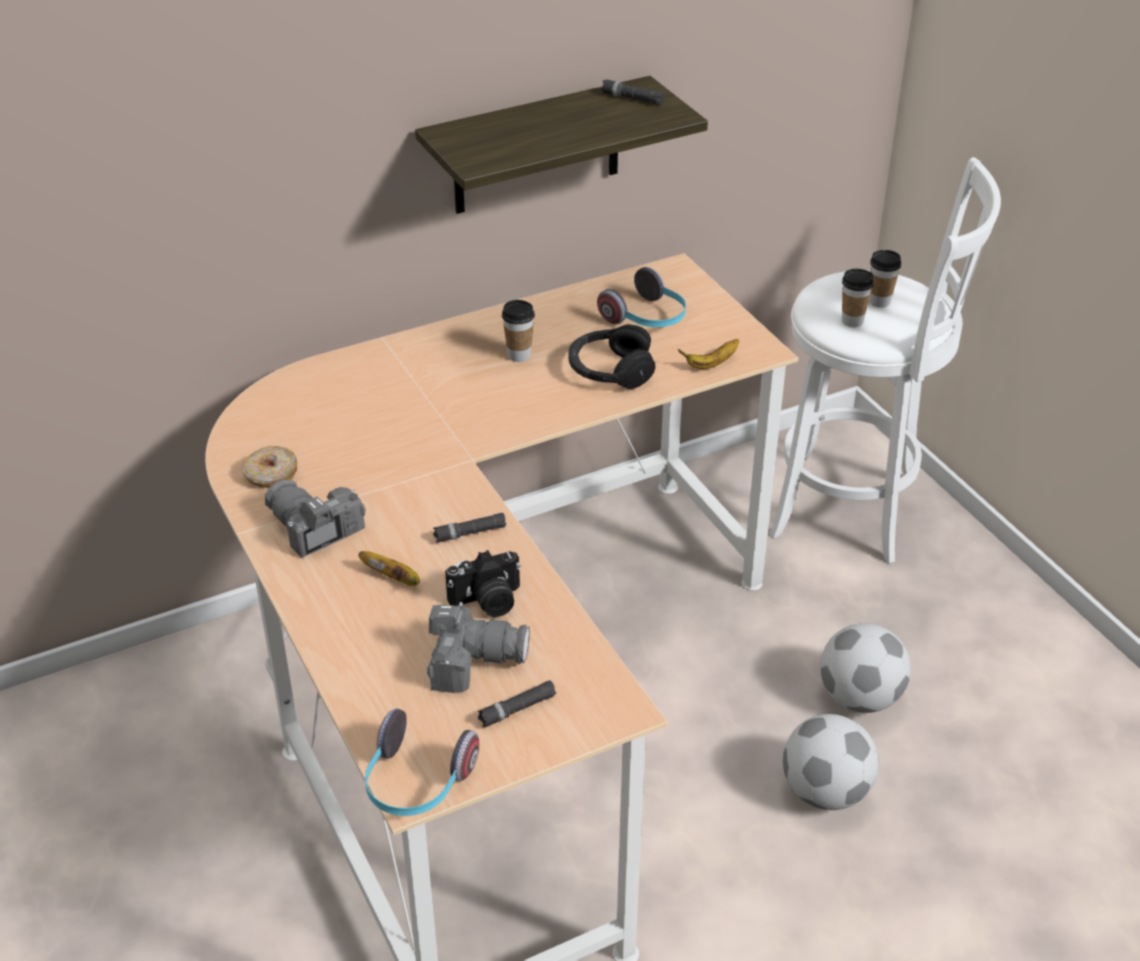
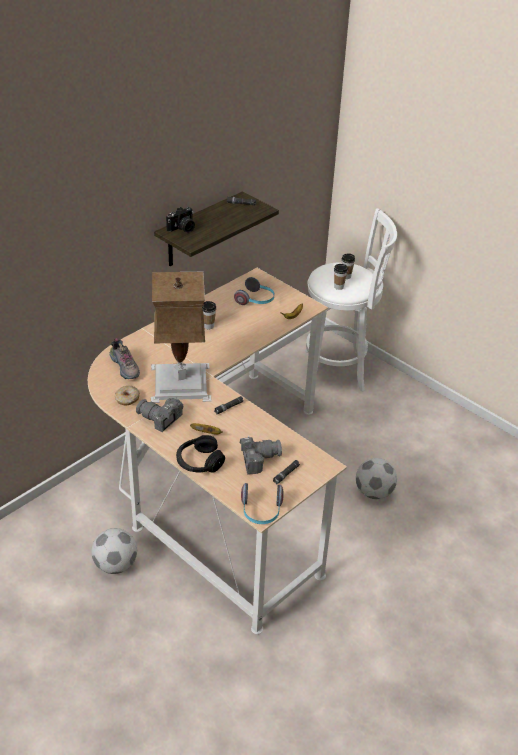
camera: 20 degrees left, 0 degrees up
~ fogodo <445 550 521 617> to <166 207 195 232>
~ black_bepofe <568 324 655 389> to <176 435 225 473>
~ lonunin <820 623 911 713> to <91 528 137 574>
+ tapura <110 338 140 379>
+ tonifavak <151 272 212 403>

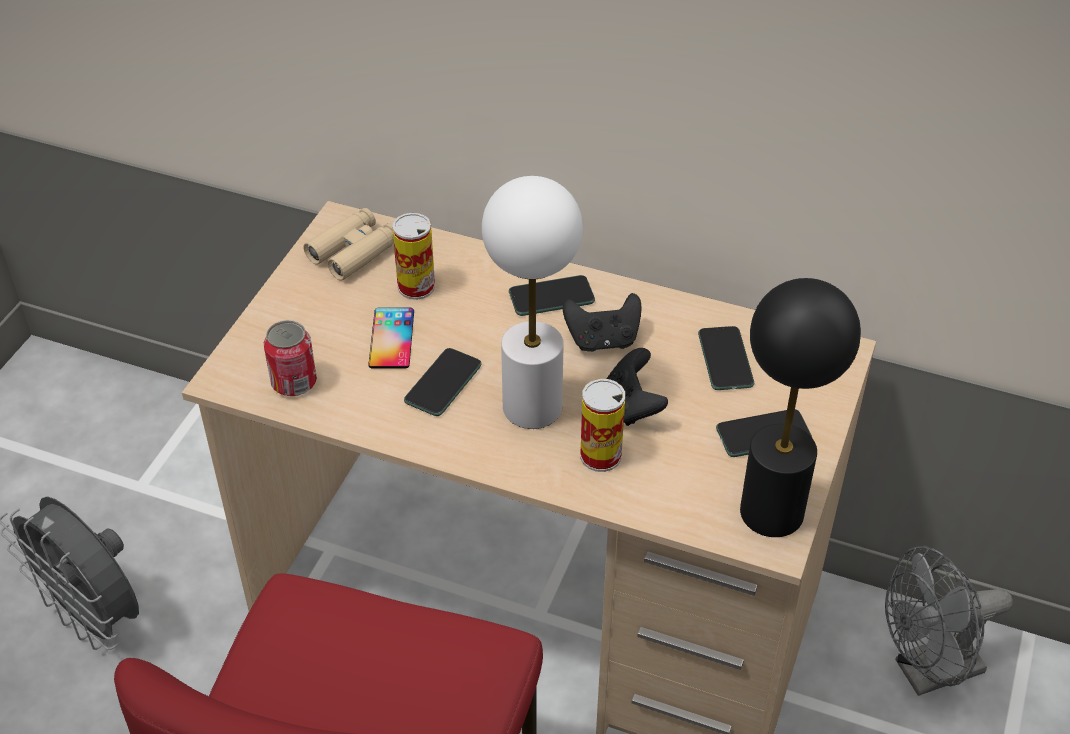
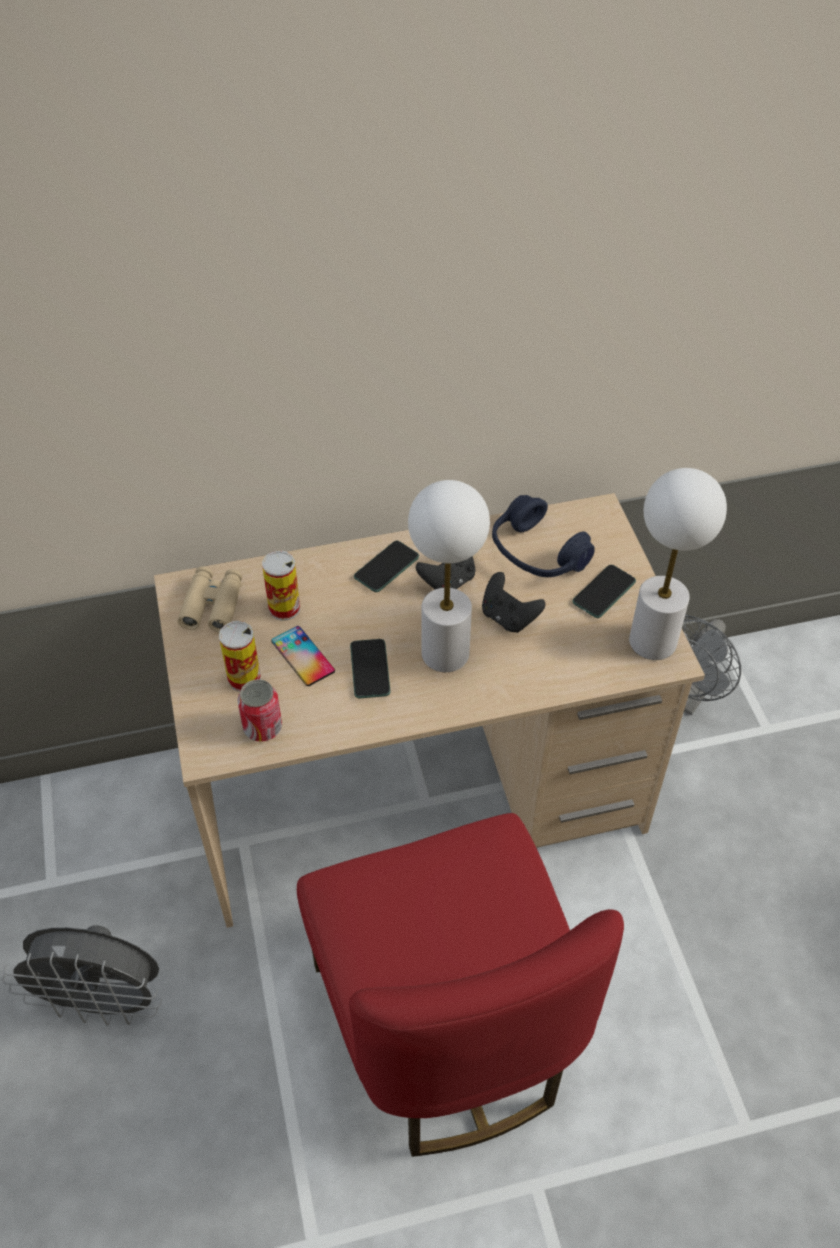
camera: 35 degrees left, 5 degrees up
~ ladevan <580 379 625 472> to <219 621 261 692>
~ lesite <698 326 754 390> to blue_bepofe <492 495 595 577>
~ black_tonifavak <740 278 861 537> to white_tonifavak <629 468 727 660>

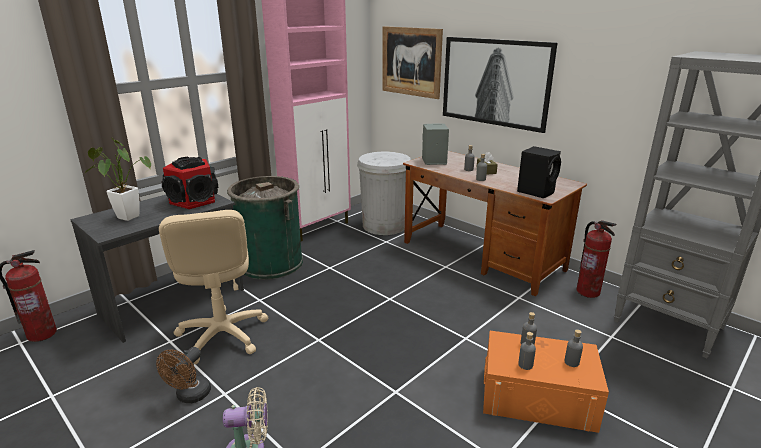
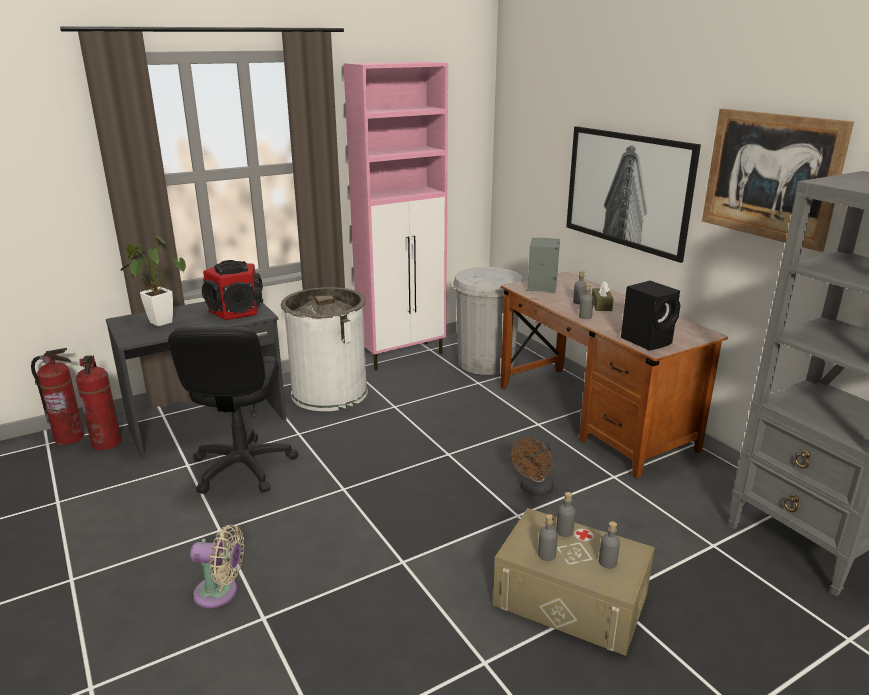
camera: 15 degrees right, 0 degrees up
~ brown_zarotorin <156 347 211 403> to <511 438 554 497>
~ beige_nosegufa <159 210 268 365> to black_nosegufa <168 327 298 494>
~ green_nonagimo <227 176 303 280> to white_nonagimo <281 287 368 411>
~ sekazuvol <382 26 443 99> to <702 109 854 252>
~ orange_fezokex <483 331 609 433> to beige_fezokex <493 508 655 656>
~ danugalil <577 220 616 298> to <76 355 121 451>

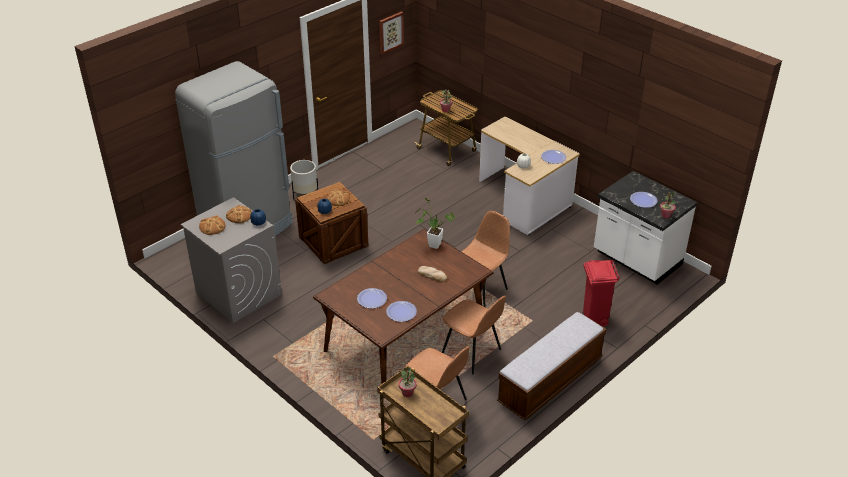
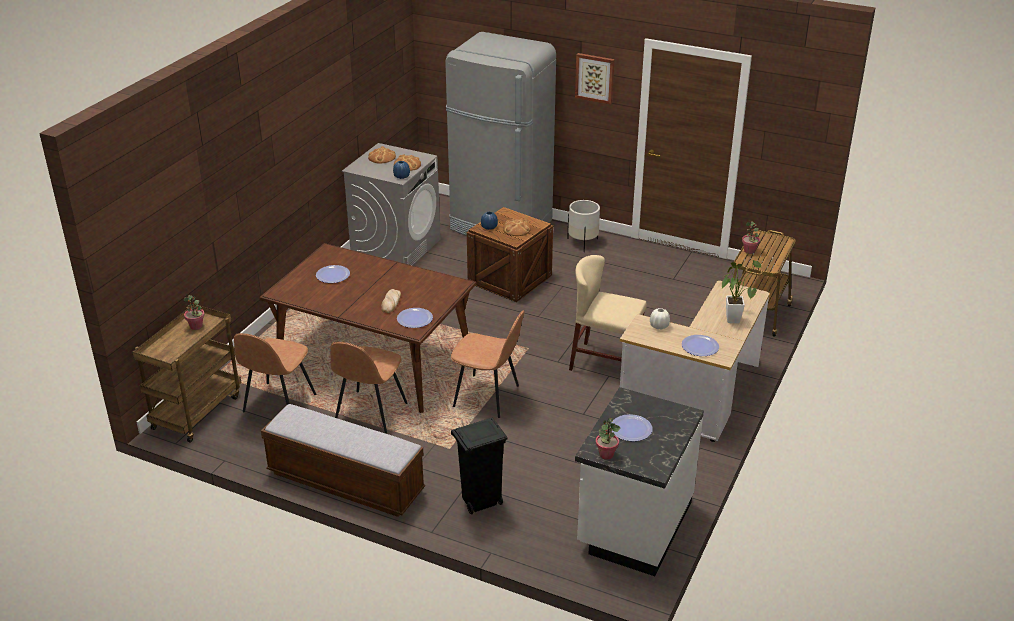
camera: 70 degrees right, 5 degrees down
~ sekazuvol <379 12 404 54> to <575 53 615 105>
~ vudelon <386 301 417 322> to <397 308 433 328>
~ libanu <415 197 456 249> to <721 260 761 323>
~ red_nonagimo <583 260 620 326> to black_nonagimo <451 418 508 515>
+ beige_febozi <569 255 647 371>

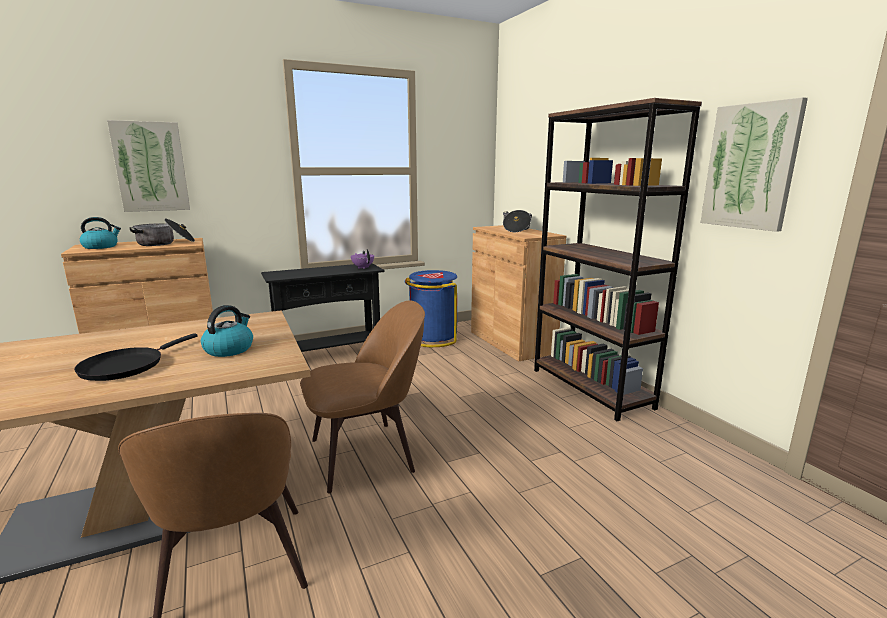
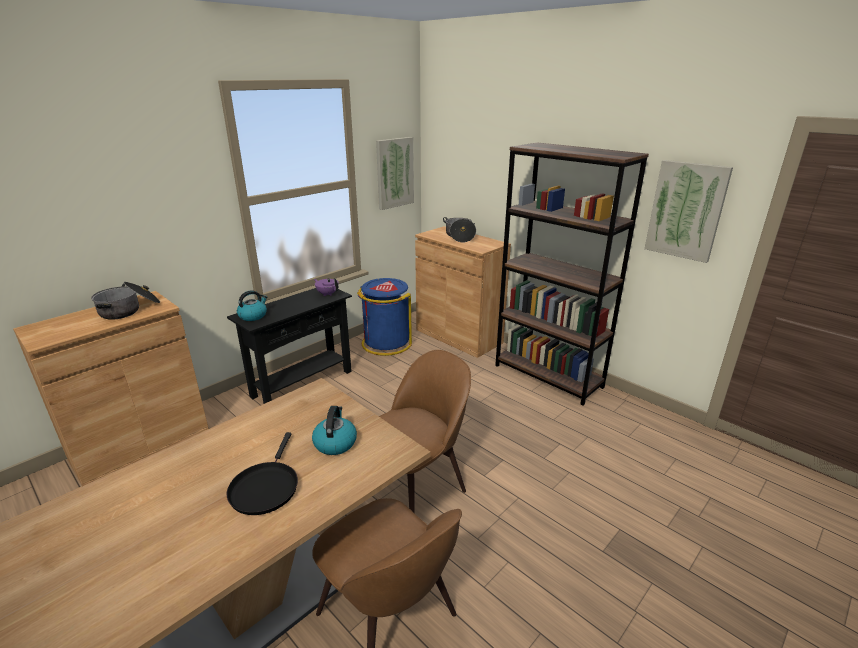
camera: 20 degrees left, 10 degrees up
~ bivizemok <80 217 121 249> to <237 290 267 321>
~ sekazuvol <107 120 190 212> to <376 137 414 210>

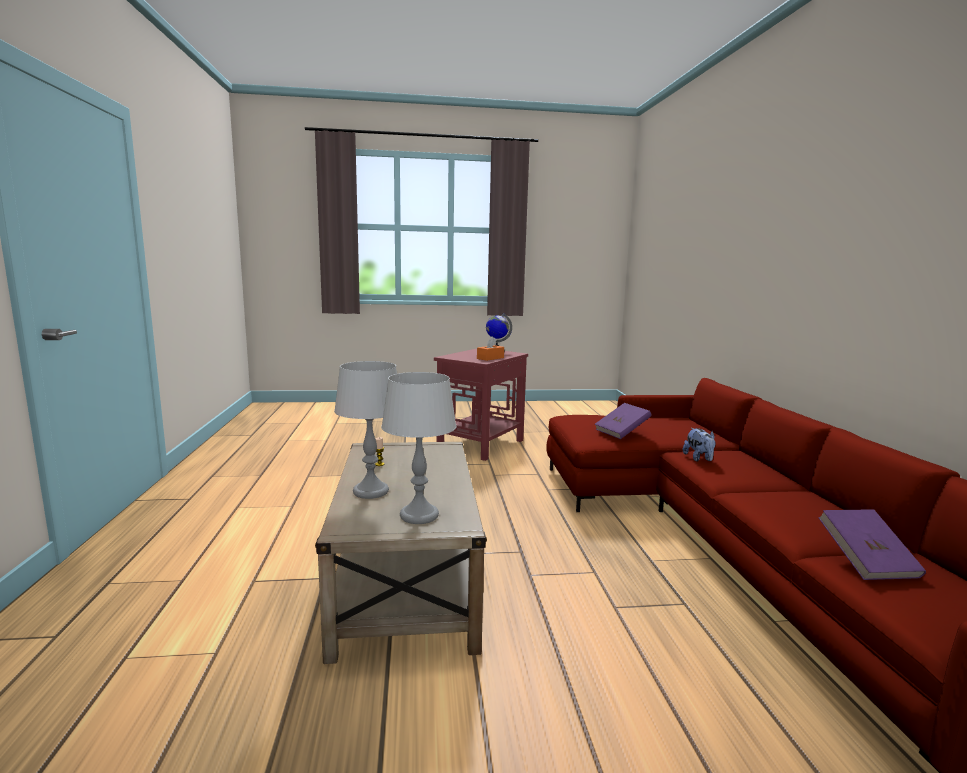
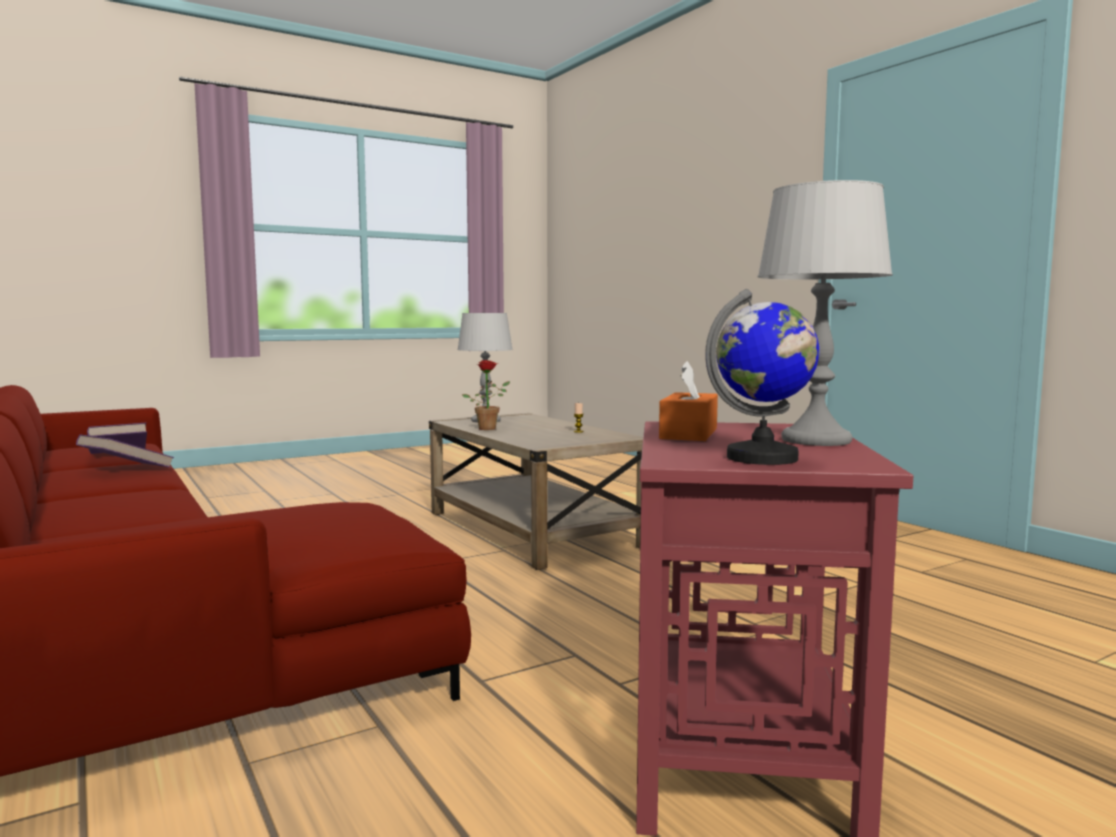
camera: 155 degrees right, 5 degrees down
~ grey_tonifavak <334 361 397 499> to <758 180 893 446>
~ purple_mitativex <595 403 651 439> to <76 434 174 468>
- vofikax <683 428 716 462>
+ libanu <462 360 510 430>

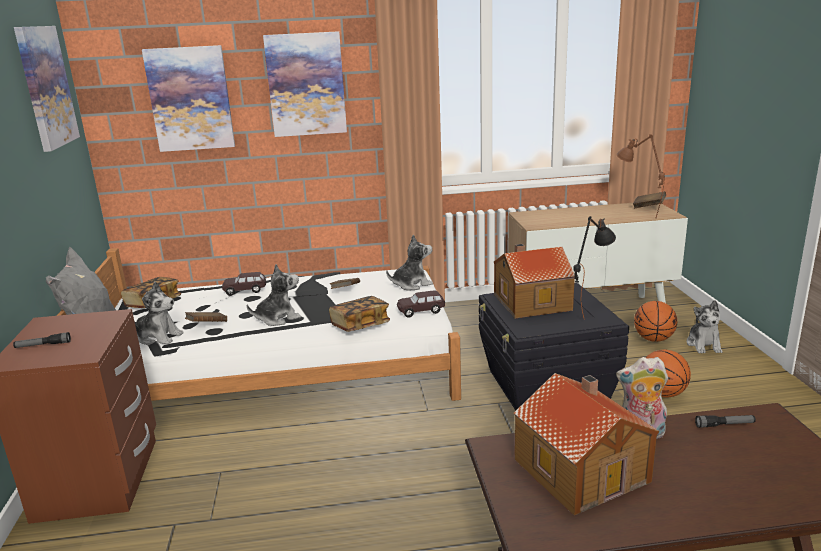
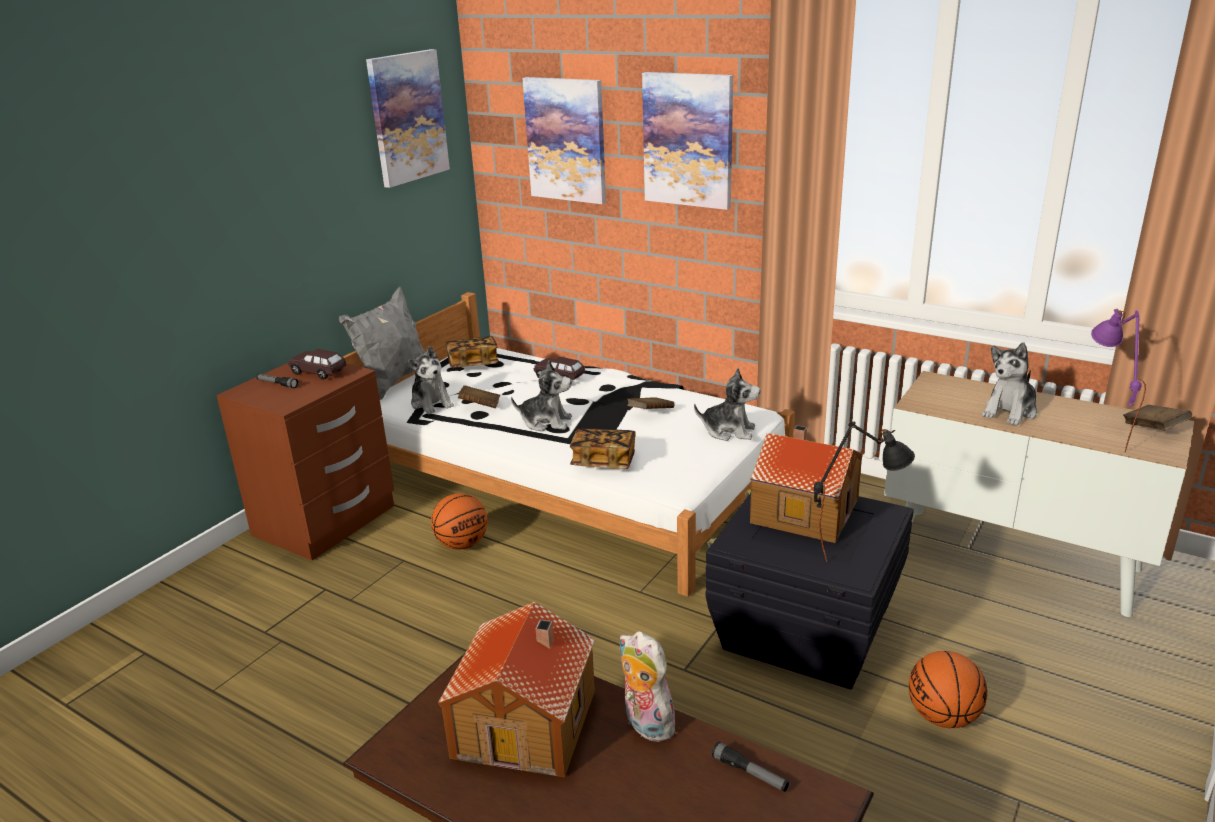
camera: 40 degrees right, 5 degrees up
~ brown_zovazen <397 290 445 318> to <288 349 346 380>
~ brown_tonifavak <617 134 665 219> to purple_tonifavak <1091 309 1146 452>
~ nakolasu <634 301 677 342> to <431 493 488 550>
~ vofikax <686 300 723 353> to <982 342 1038 426>

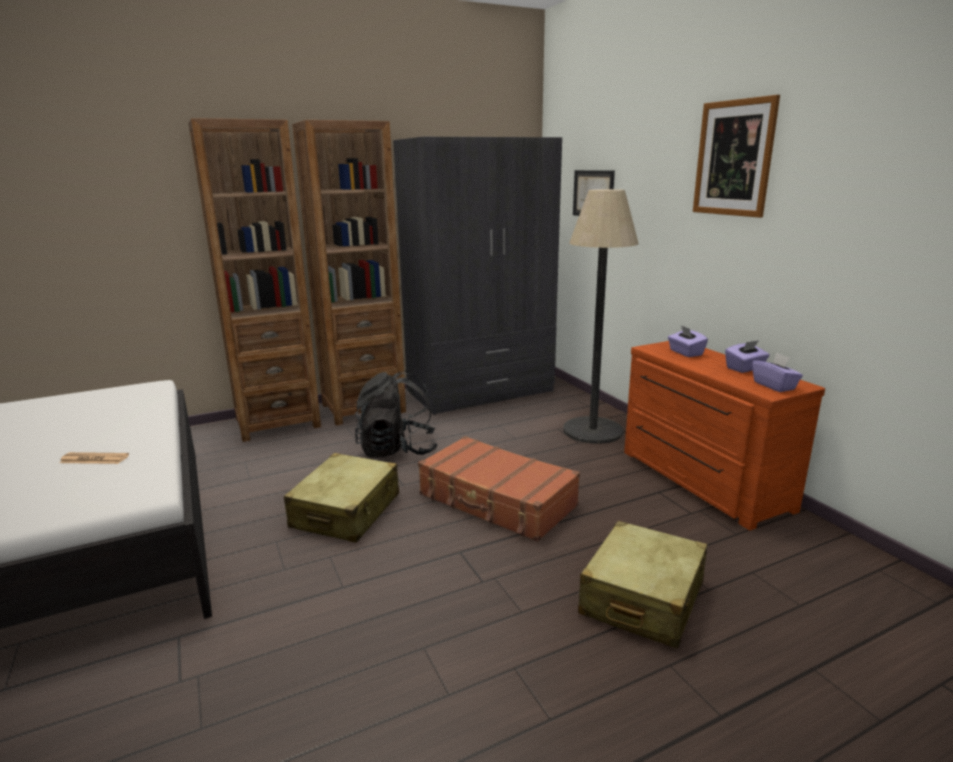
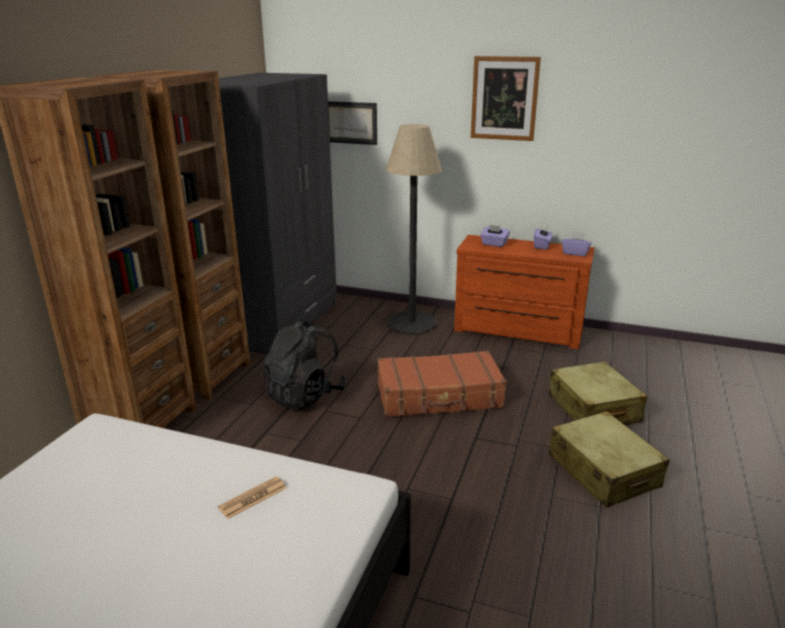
camera: 45 degrees left, 5 degrees up
~ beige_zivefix <284 453 399 543> to <548 411 670 508>

